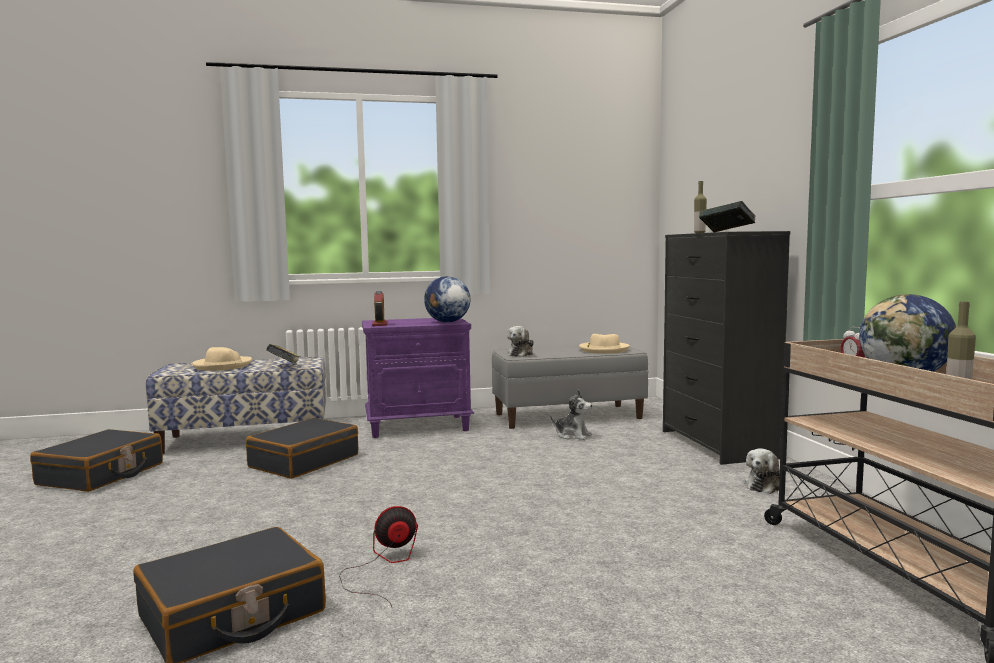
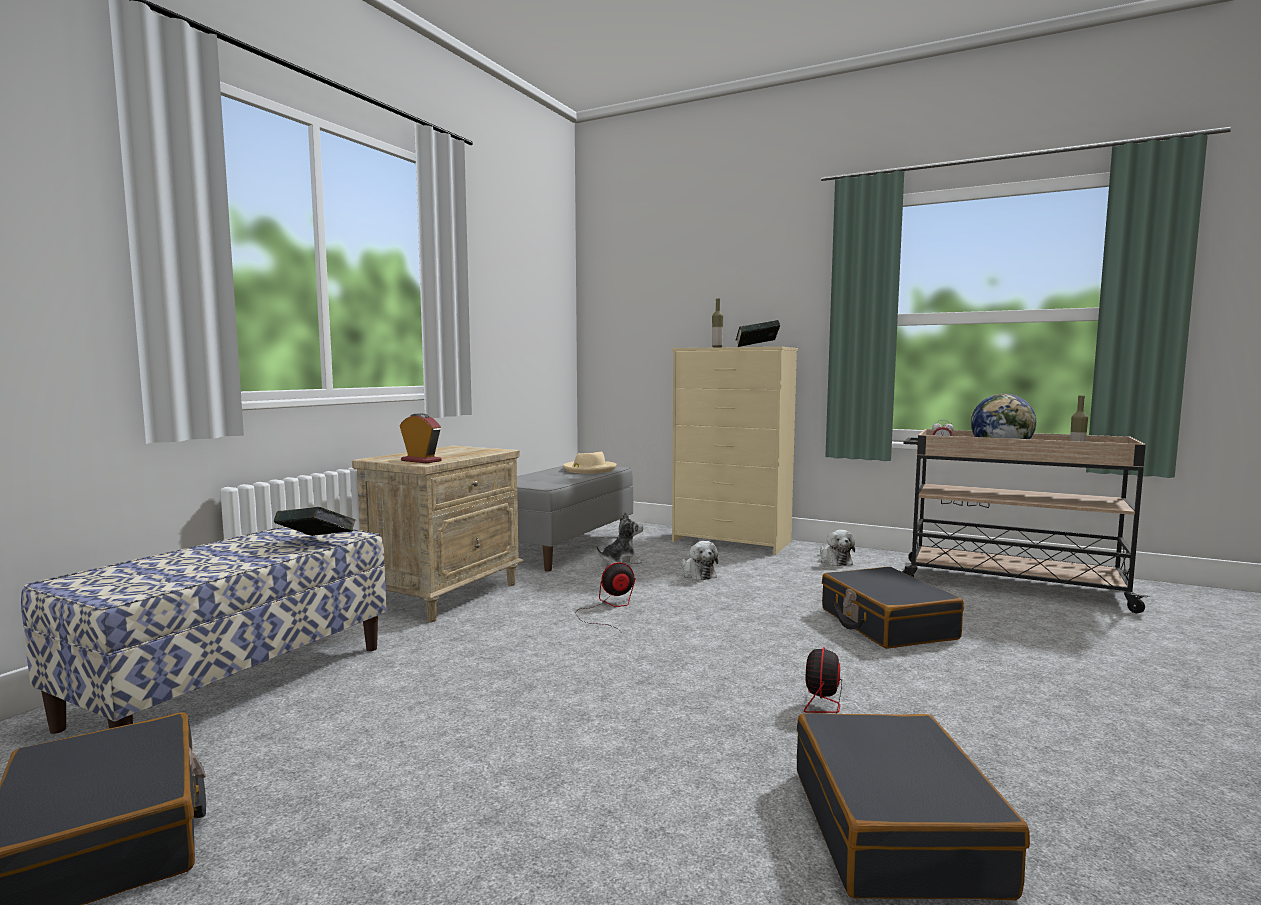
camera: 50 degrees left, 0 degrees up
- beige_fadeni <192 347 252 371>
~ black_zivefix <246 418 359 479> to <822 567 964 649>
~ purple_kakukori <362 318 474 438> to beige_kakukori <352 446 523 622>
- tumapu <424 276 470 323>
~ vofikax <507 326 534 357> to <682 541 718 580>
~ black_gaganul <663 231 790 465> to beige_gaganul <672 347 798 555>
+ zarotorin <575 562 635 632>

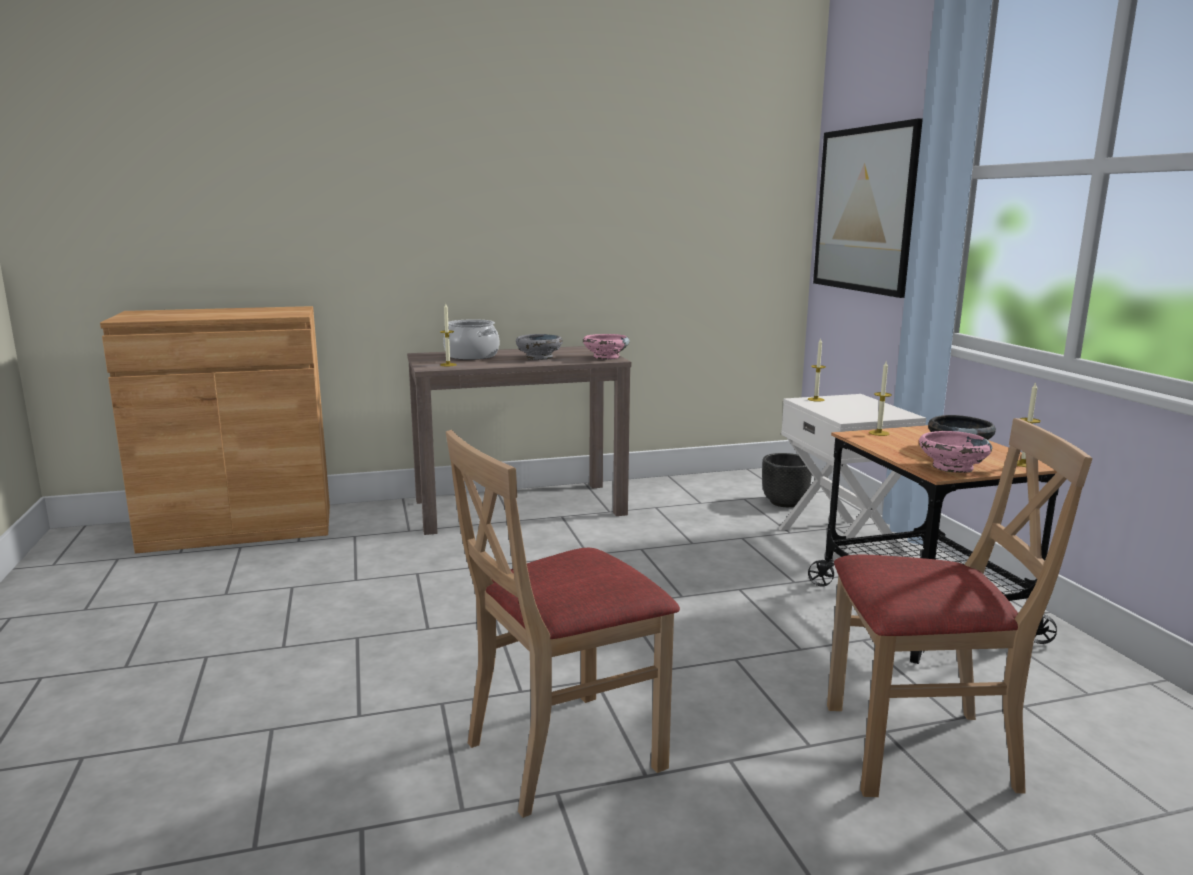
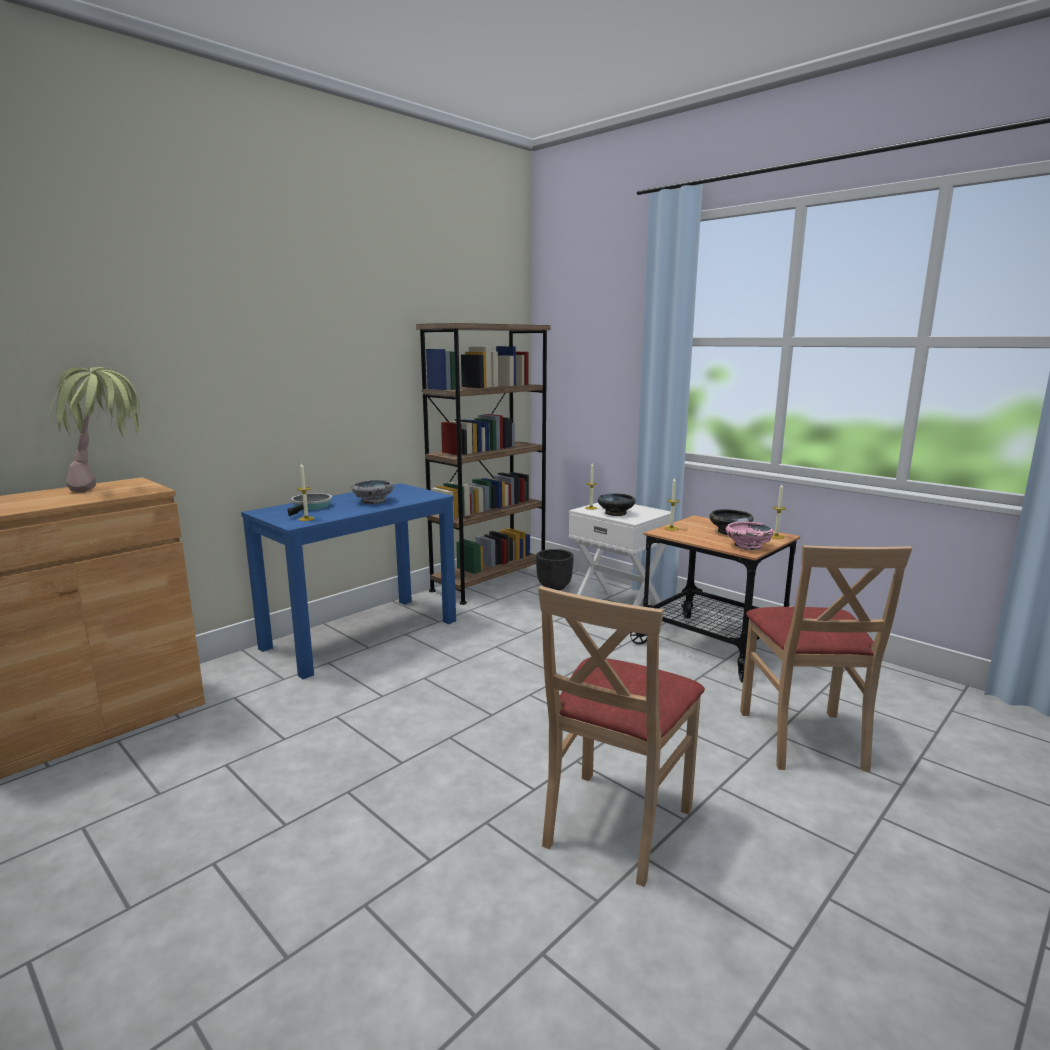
camera: 30 degrees left, 0 degrees up
~ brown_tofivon <407 346 631 535> to blue_tofivon <241 483 456 679>
~ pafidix <443 319 499 360> to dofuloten <287 493 332 516>
- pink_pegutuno <583 334 630 360>
- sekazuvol <813 118 923 298>
~ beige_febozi <827 418 1092 797> = <740 545 912 772> 120 degrees clockwise
+ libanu <48 367 140 492>
+ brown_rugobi <416 323 550 605>
+ black_pegutuno <598 493 636 516>

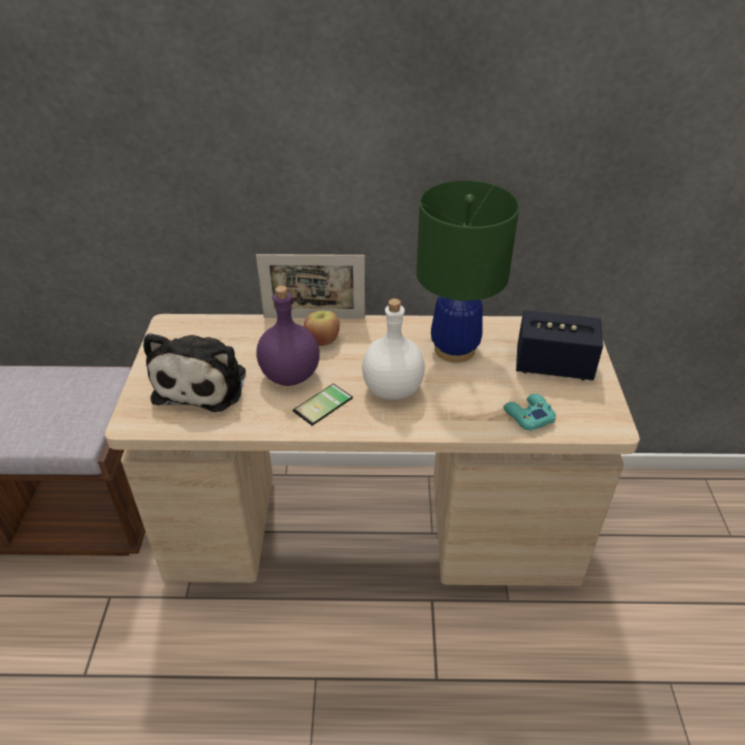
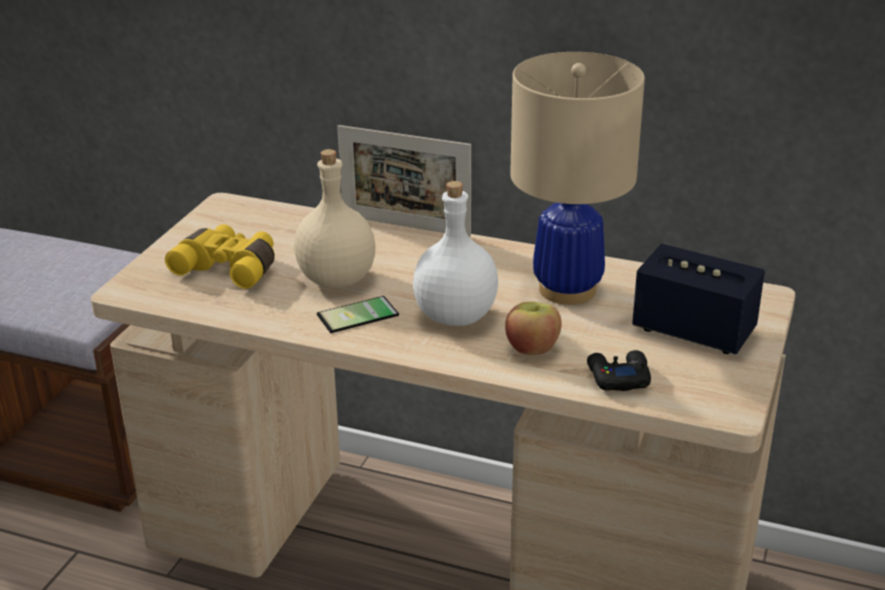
camera: 20 degrees right, 10 degrees down
~ vofikax <143 333 246 412> to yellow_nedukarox <165 224 275 289>
~ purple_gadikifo <256 286 320 386> to beige_gadikifo <294 149 376 288>
~ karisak <304 311 340 346> to <505 302 562 355>
~ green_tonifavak <416 181 519 363> to beige_tonifavak <510 52 645 305>
~ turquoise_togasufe <503 394 556 431> to black_togasufe <587 350 651 391>

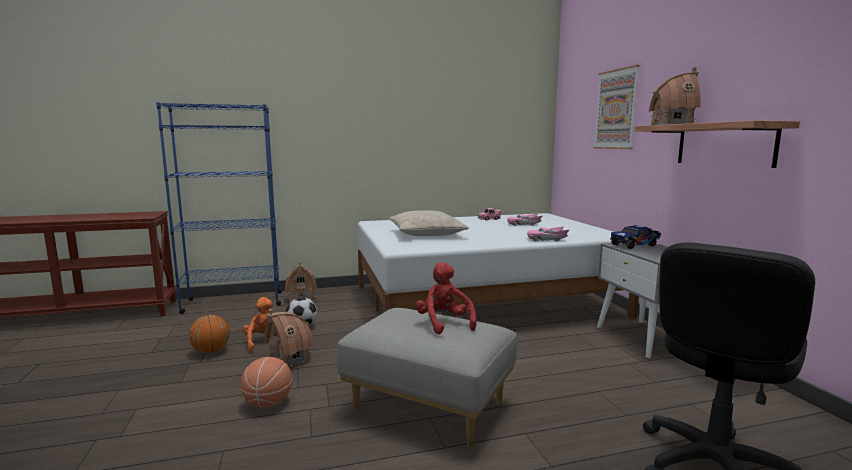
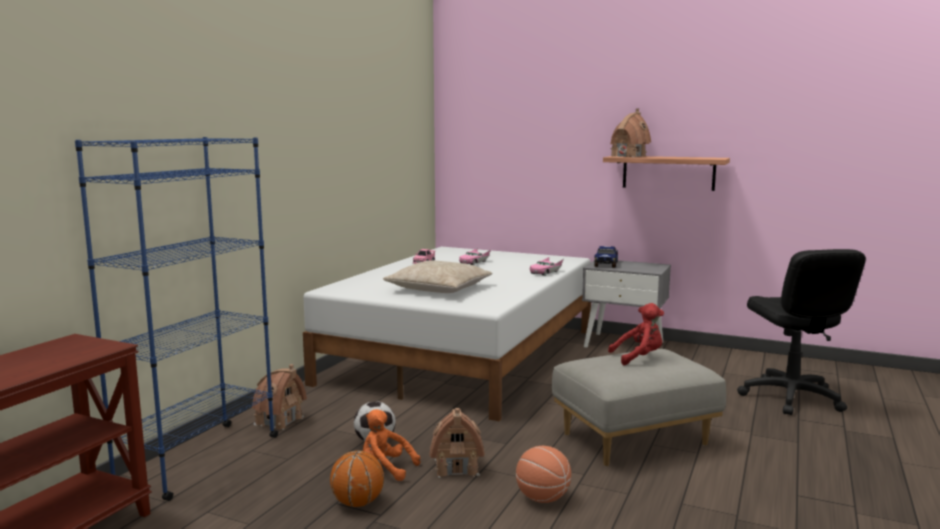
camera: 50 degrees left, 0 degrees up
~ red_vofikax <416 262 477 334> = <608 303 664 365> 150 degrees clockwise
- sekazuvol <593 65 639 149>

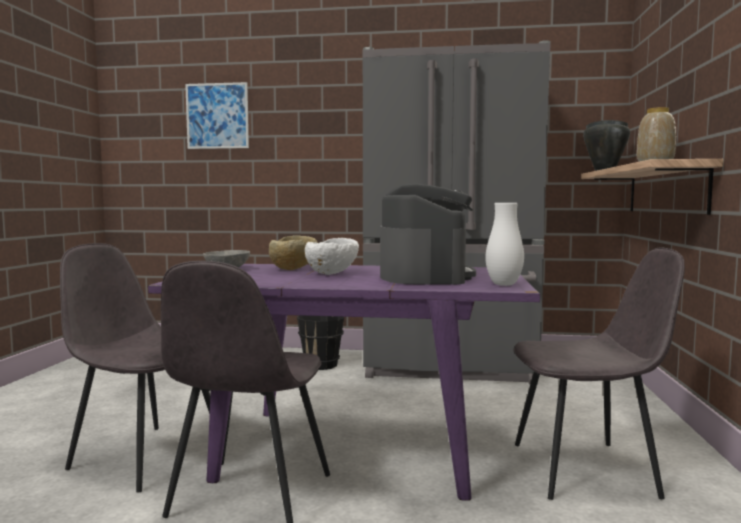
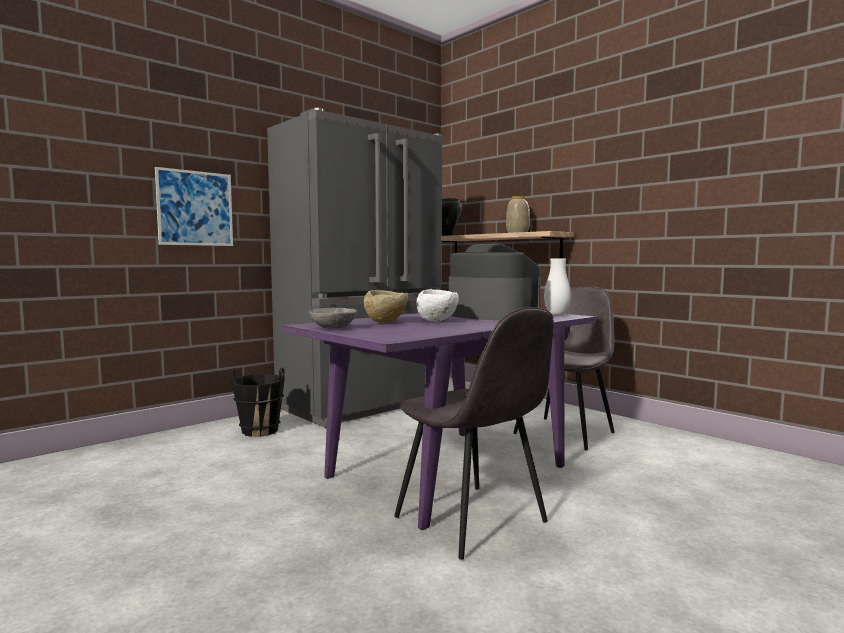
camera: 50 degrees left, 0 degrees up
- grey_febozi <60 243 210 492>
~ sekazuvol <185 82 249 149> to <155 167 233 246>

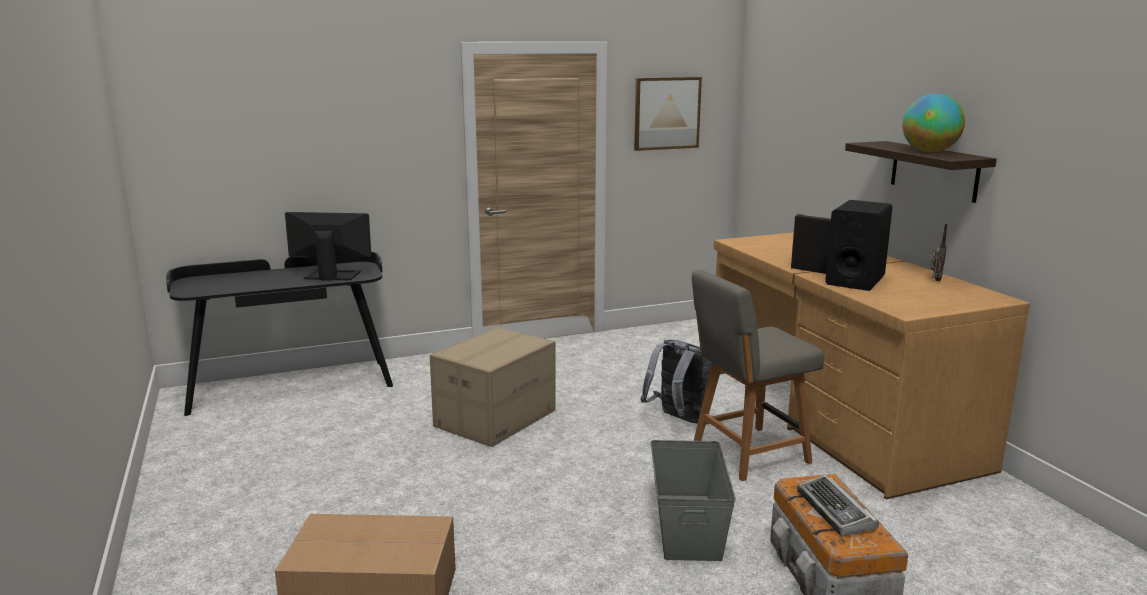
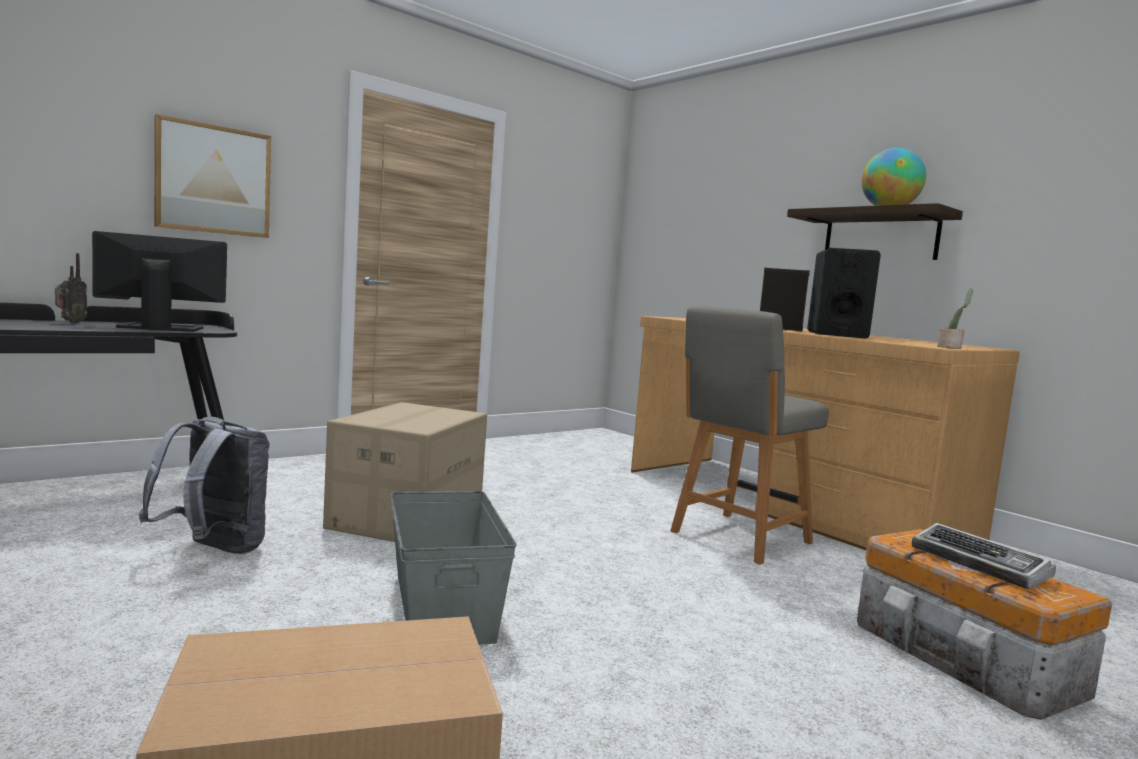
camera: 20 degrees left, 10 degrees down
~ sekazuvol <634 77 702 151> to <154 114 271 238>
~ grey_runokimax <641 340 712 424> to <139 416 270 554>
~ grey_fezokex <651 440 736 561> to <390 491 517 645>
~ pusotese <930 224 947 281> to <55 253 87 323>
+ libanu <937 288 973 349>

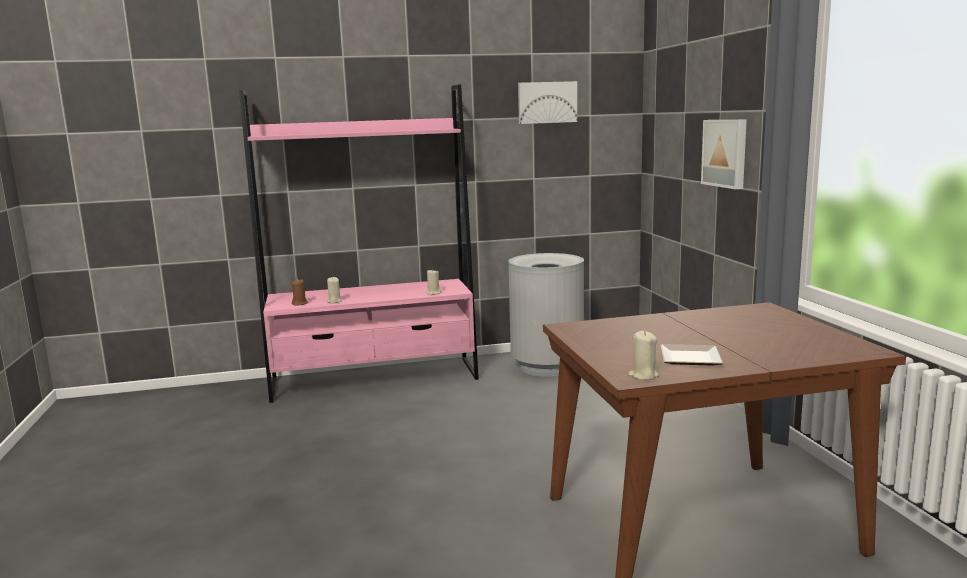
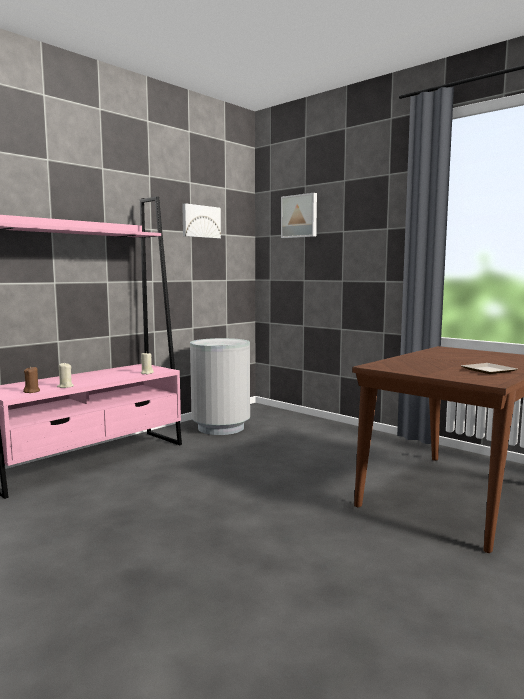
camera: 35 degrees left, 5 degrees down
- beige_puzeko <628 331 659 380>
~ sekazuvol <701 120 747 189> to <281 193 317 238>

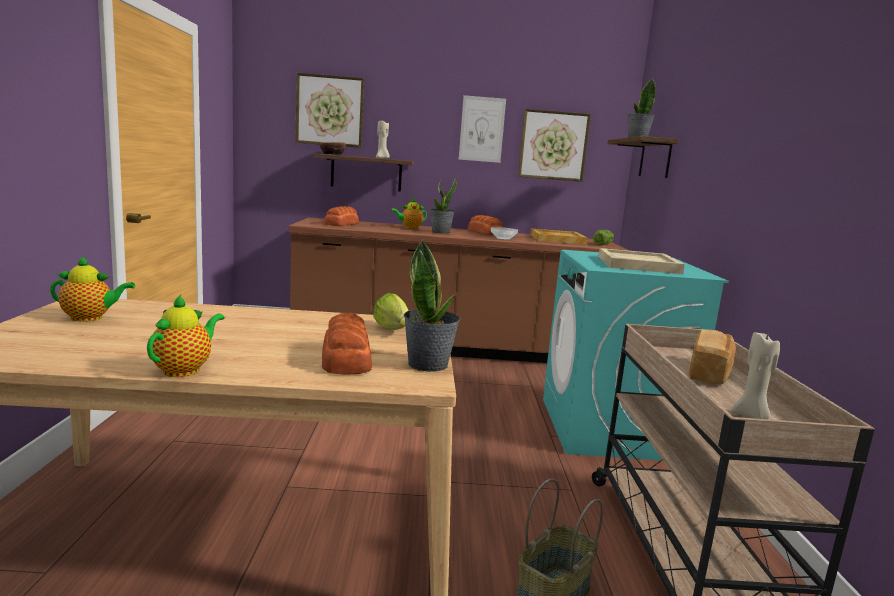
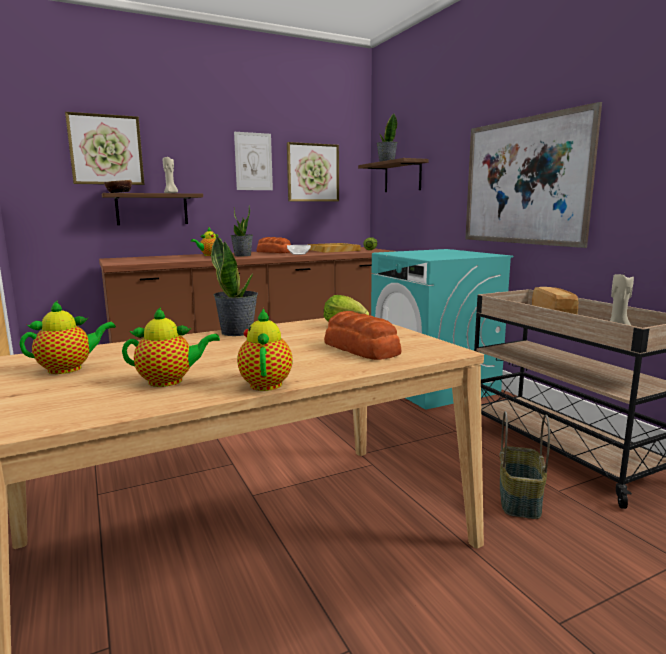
camera: 25 degrees left, 0 degrees up
- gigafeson <324 206 359 226>
~ libanu <404 240 461 372> to <211 237 258 336>
- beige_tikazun <599 248 685 274>
+ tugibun <122 307 220 387>
+ sekazuvol <465 102 602 248>

